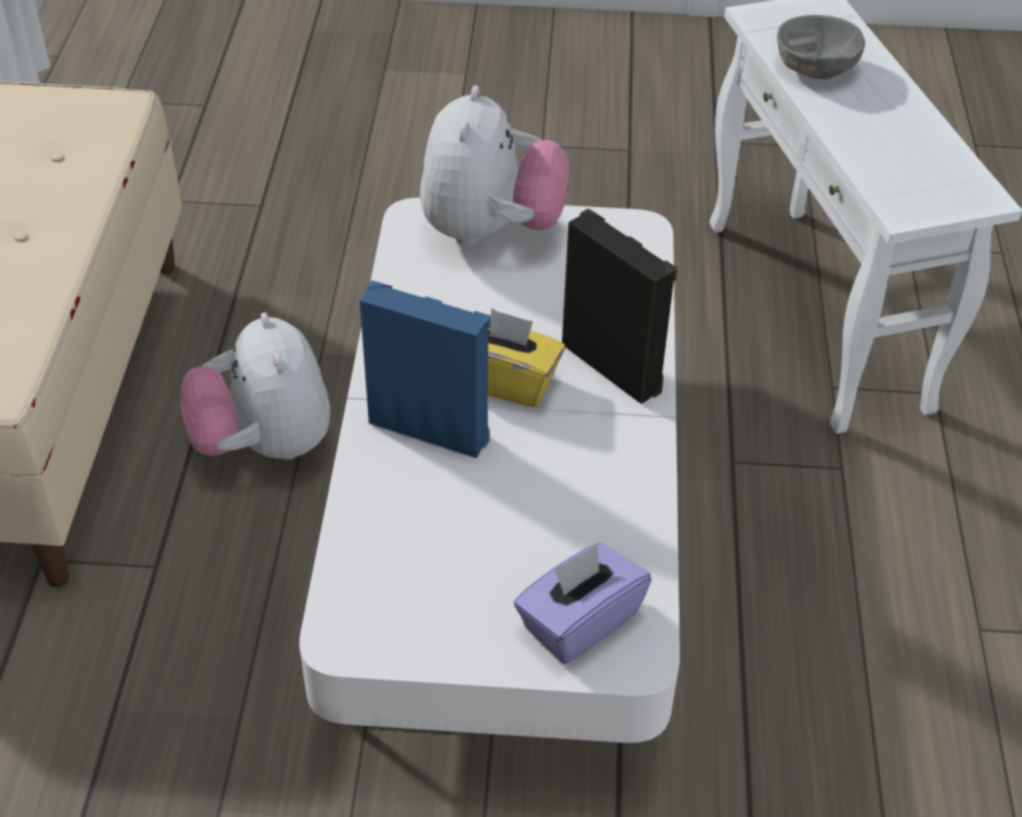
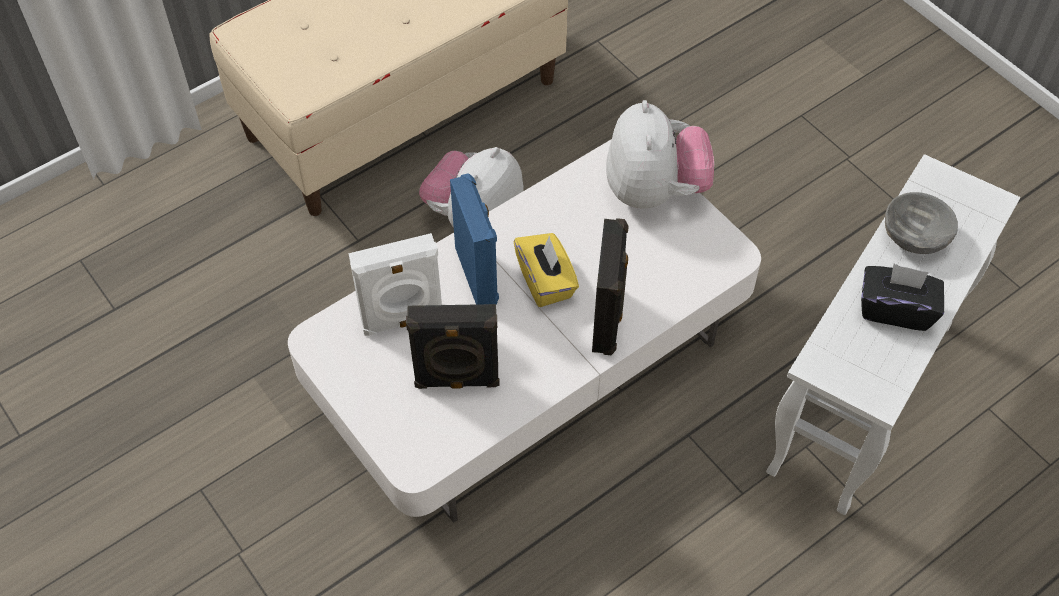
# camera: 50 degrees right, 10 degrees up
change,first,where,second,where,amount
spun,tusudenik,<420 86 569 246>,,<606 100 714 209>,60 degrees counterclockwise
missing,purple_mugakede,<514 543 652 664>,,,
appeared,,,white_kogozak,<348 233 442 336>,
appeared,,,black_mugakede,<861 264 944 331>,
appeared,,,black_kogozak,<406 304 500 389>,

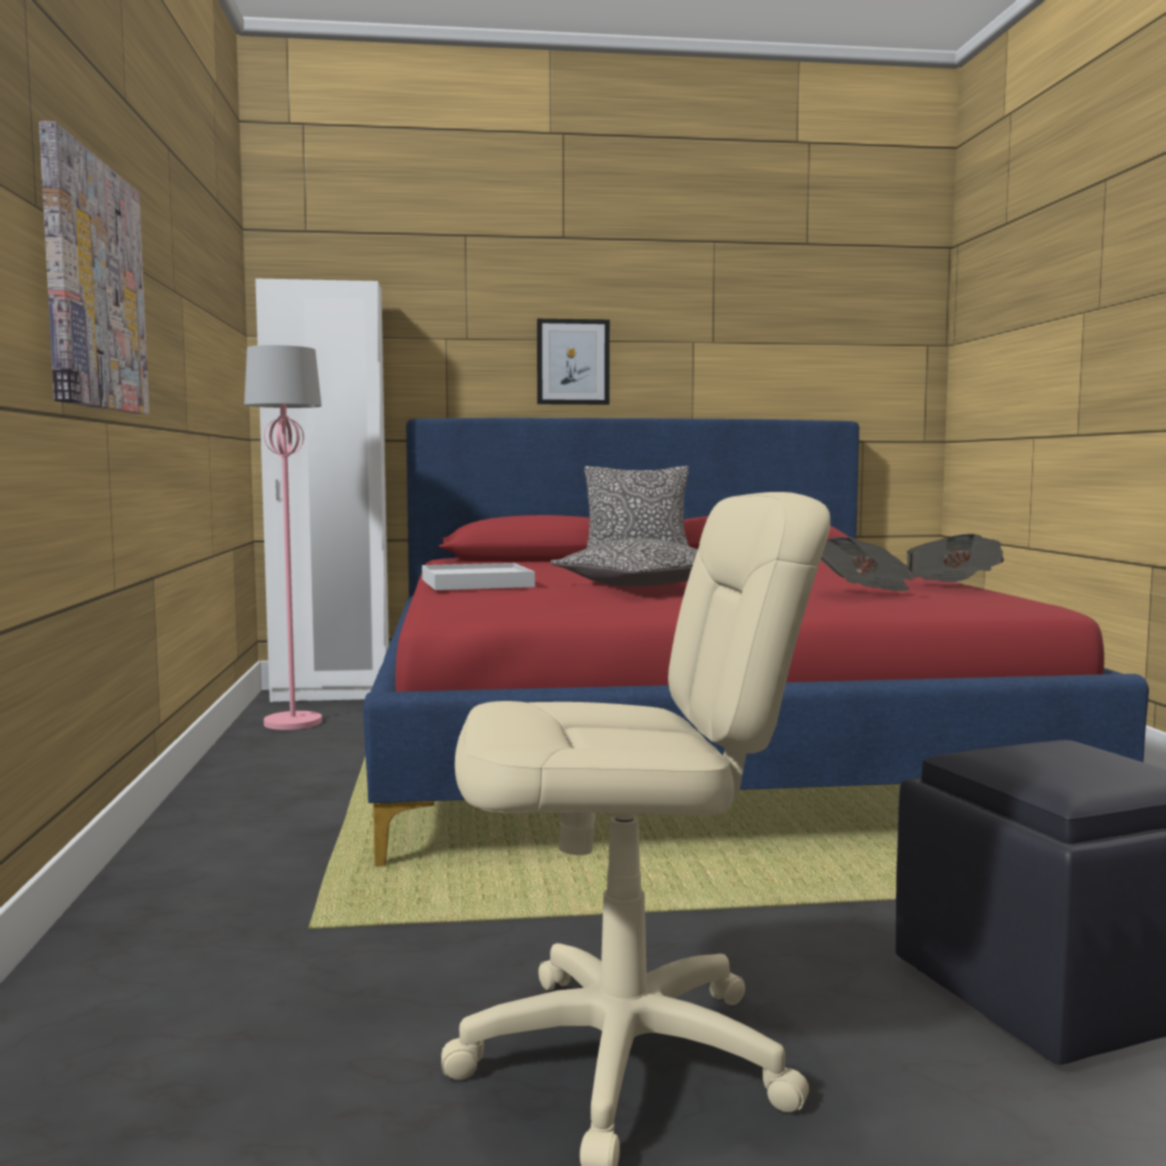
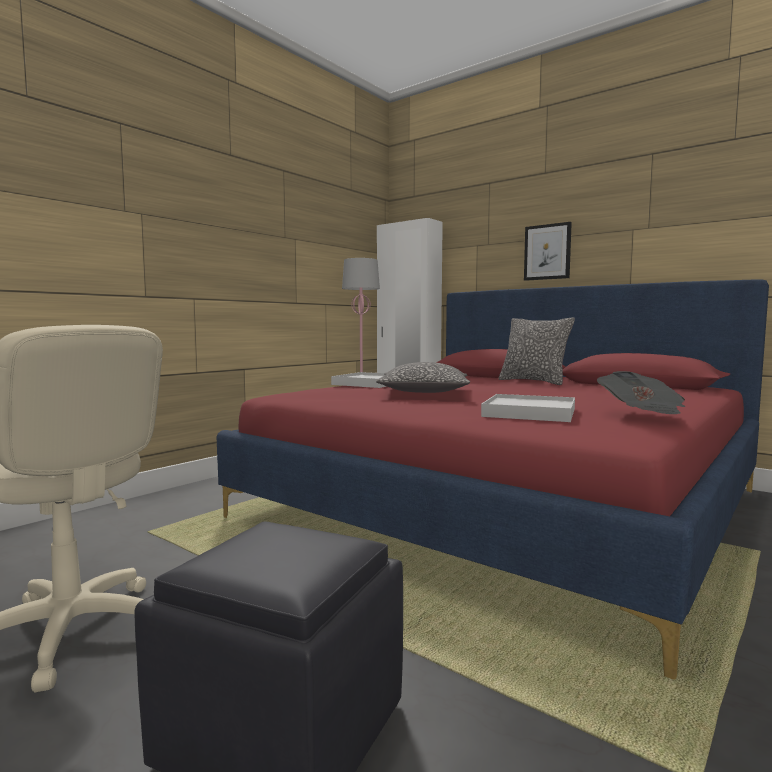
# camera: 45 degrees right, 0 degrees up
change,first,where,second,where,amount
missing,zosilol,<39 121 149 414>,,,
exchanged,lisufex,<821 537 914 591>,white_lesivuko,<481 394 575 422>,

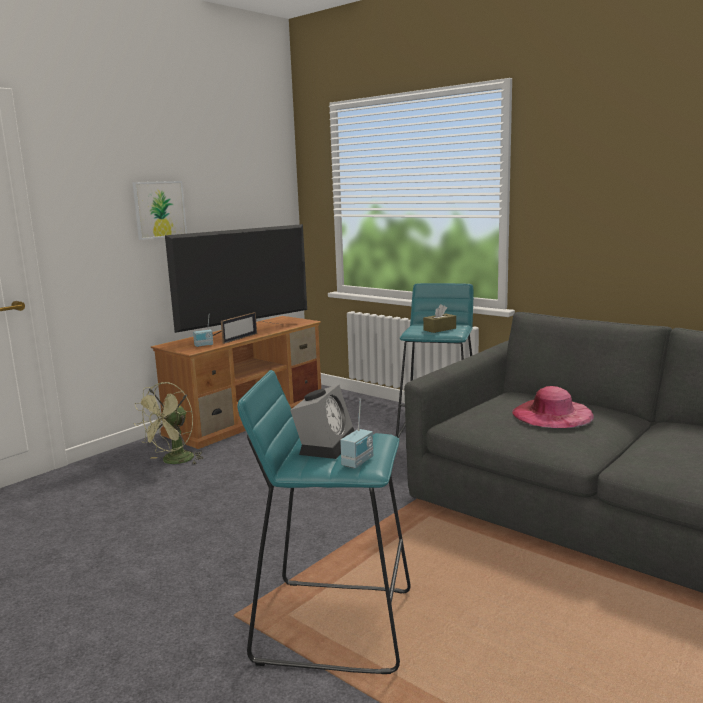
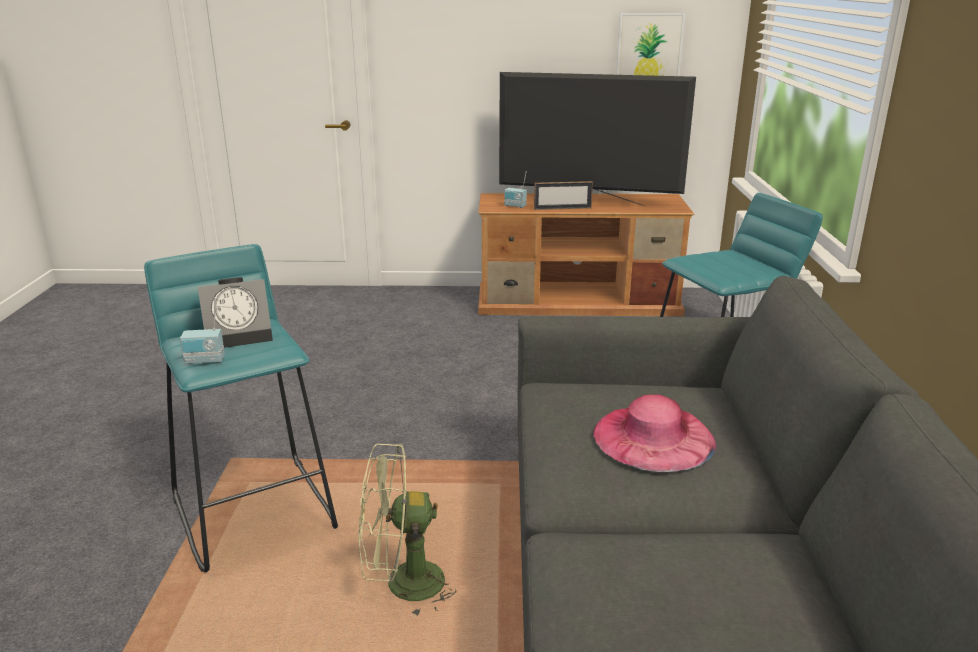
# camera: 50 degrees right, 10 degrees up
change,first,where,second,where,amount
relocated,zosilol,<132 181 187 240>,,<616 13 686 76>,
missing,brown_mugakede,<423 304 456 333>,,,
relocated,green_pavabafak,<134 382 203 464>,,<359 444 456 618>,

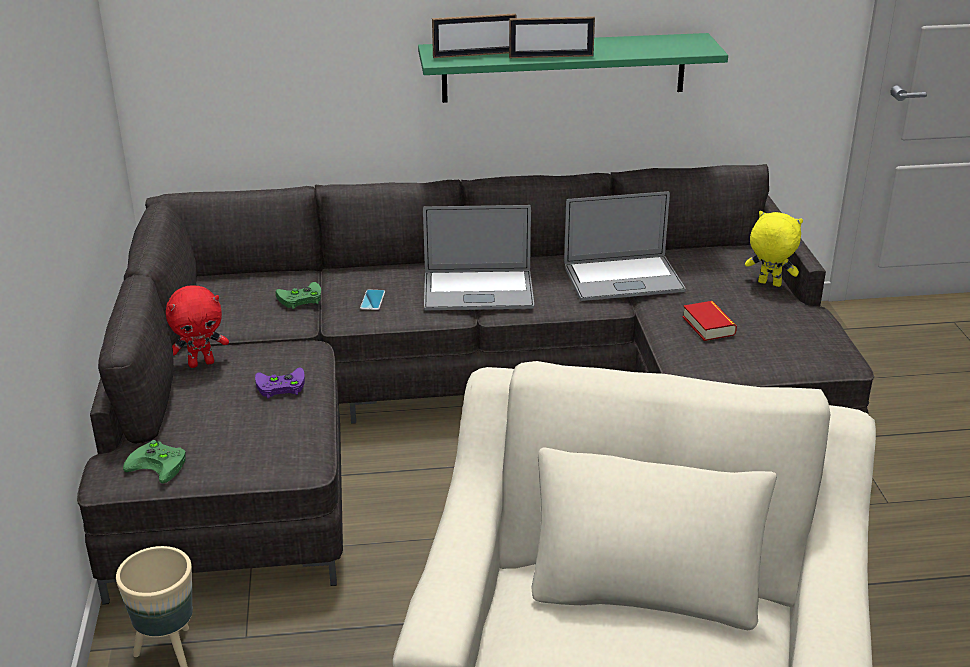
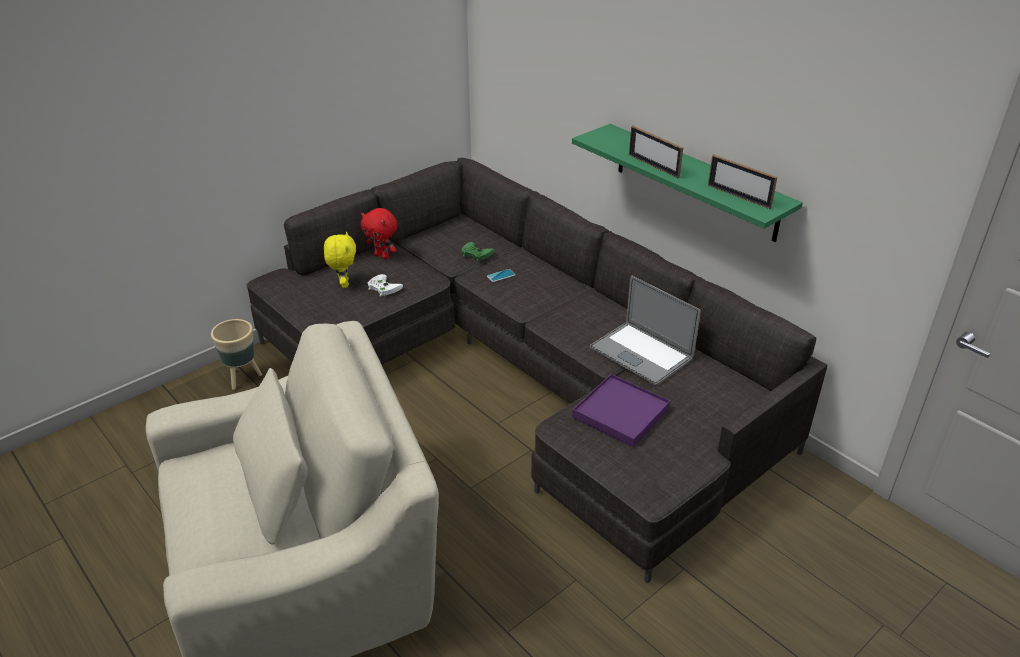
# camera: 55 degrees right, 5 degrees up
change,first,where,second,where,amount
relocated,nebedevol,<432 13 516 58>,,<708 155 777 209>,
missing,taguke,<423 205 534 310>,,,
relocated,yellow_tusudenik,<745 211 803 287>,,<324 231 356 288>,
exchanged,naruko,<683 301 737 341>,purple_lesivuko,<572 374 670 447>,
colour,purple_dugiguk,<255 367 305 399>,white_dugiguk,<368 274 403 296>,
missing,green_dugiguk,<123 440 186 484>,,,

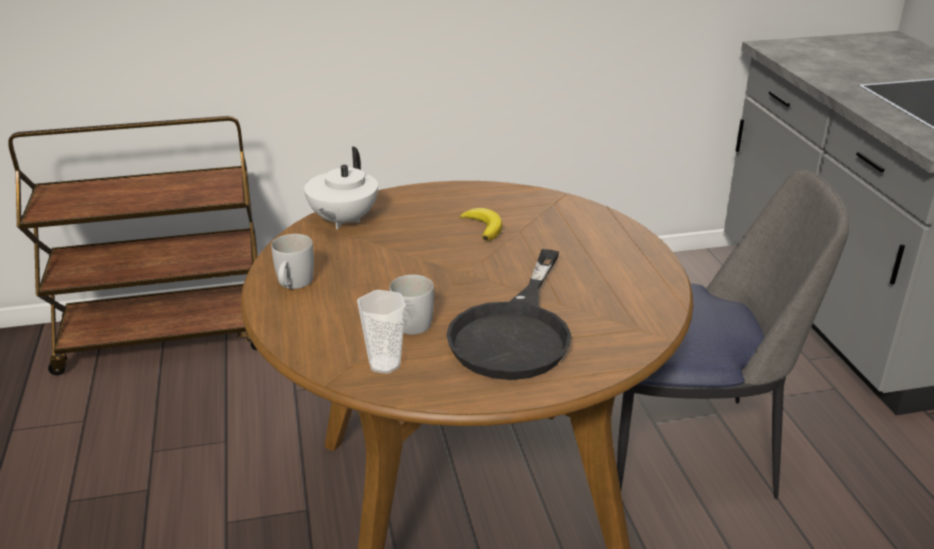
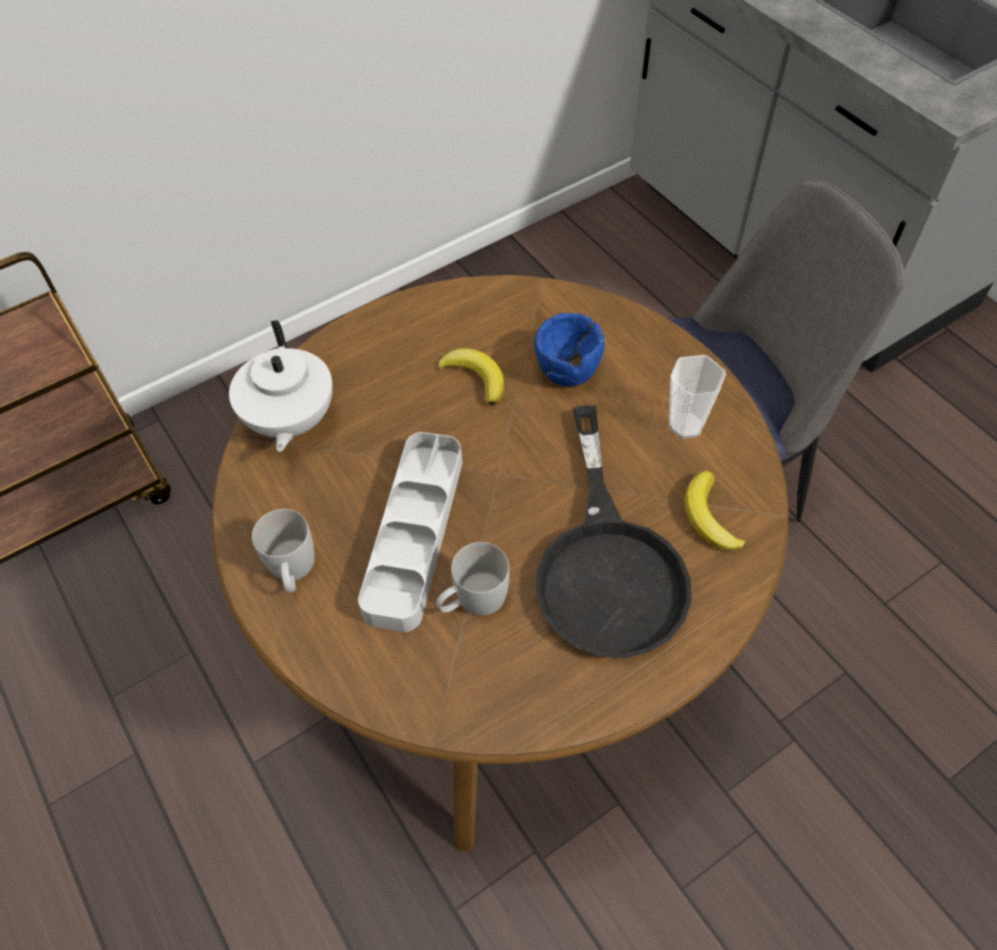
# camera: 20 degrees left, 25 degrees up
change,first,where,second,where,amount
relocated,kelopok,<357 290 406 374>,,<669 355 726 439>,
appeared,,,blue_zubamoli,<534 313 604 386>,
appeared,,,grey_lesivuko,<358 432 462 632>,
appeared,,,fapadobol,<684 471 747 551>,

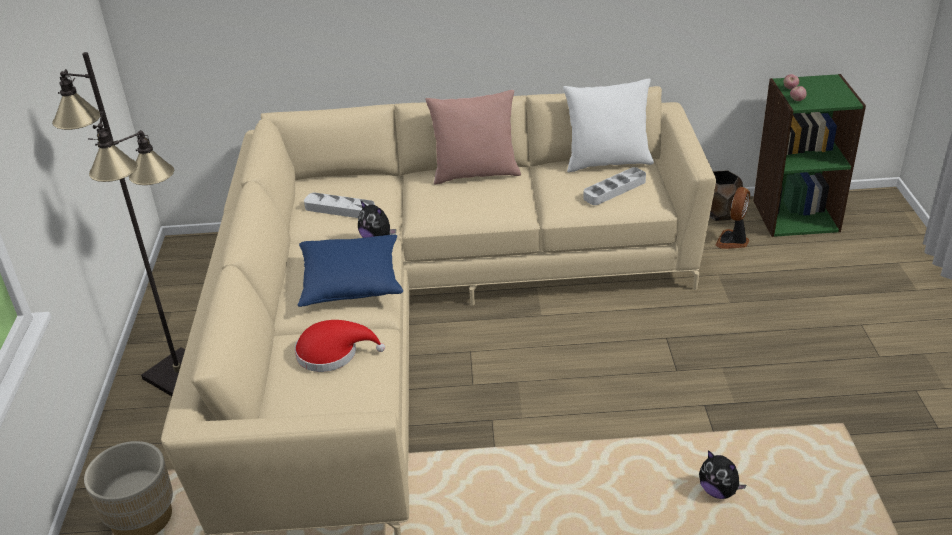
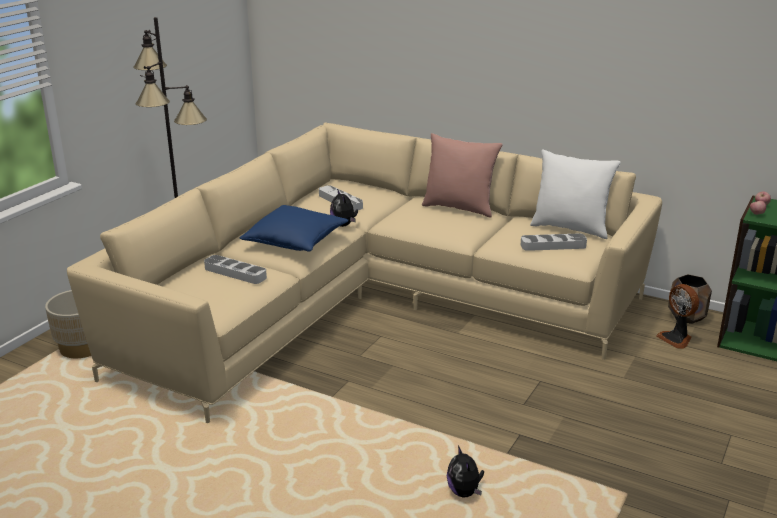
# camera: 30 degrees right, 10 degrees down
change,first,where,second,where,amount
spun,pavabafak,<715 187 750 249>,,<656 284 699 349>,90 degrees counterclockwise
exchanged,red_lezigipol,<295 320 385 372>,grey_lesivuko,<204 255 267 284>,

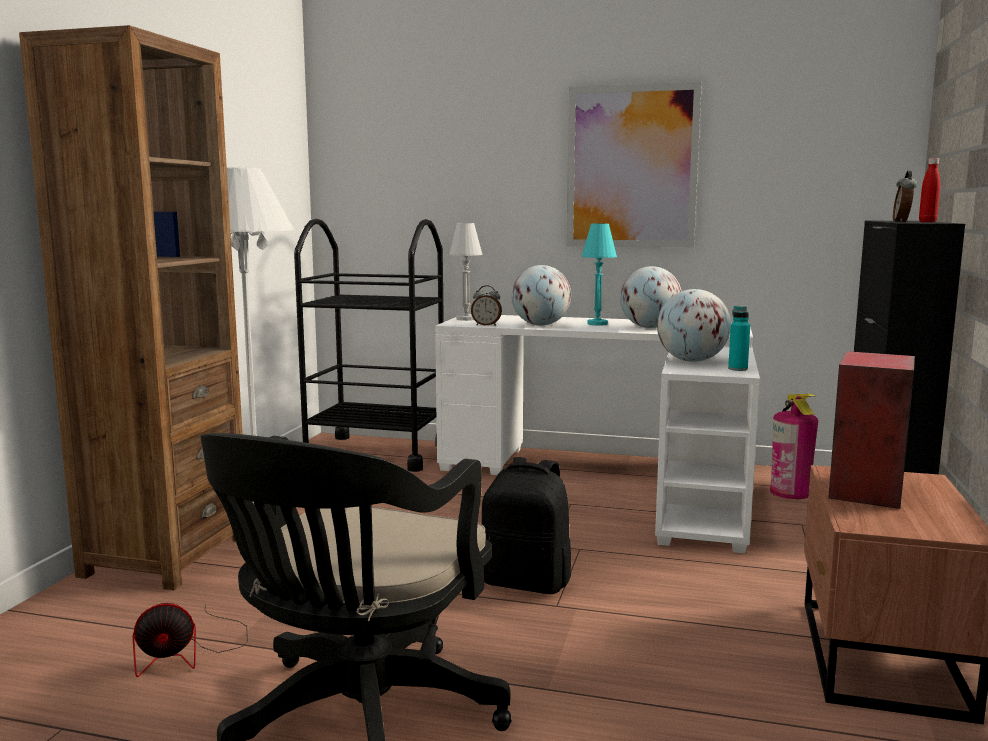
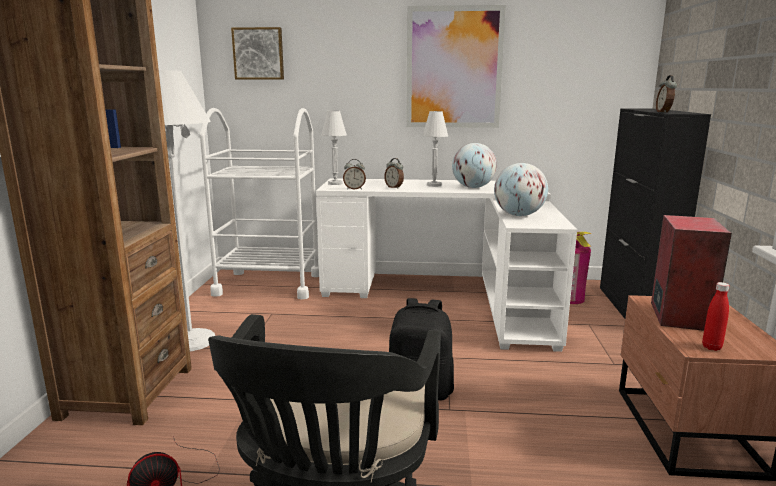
# camera: 10 degrees left, 5 degrees up
change,first,where,second,where,amount
relocated,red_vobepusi,<919 158 940 222>,,<702 282 730 351>,
colour,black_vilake,<294 219 444 472>,white_vilake,<200 108 319 299>,
colour,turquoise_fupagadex,<581 224 617 326>,white_fupagadex,<423 111 448 187>,
exchanged,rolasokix,<511 265 571 326>,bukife,<384 158 404 189>,
missing,turquoise_vobepusi,<728 306 750 371>,,,
appeared,,,zosilol,<231 27 284 80>,

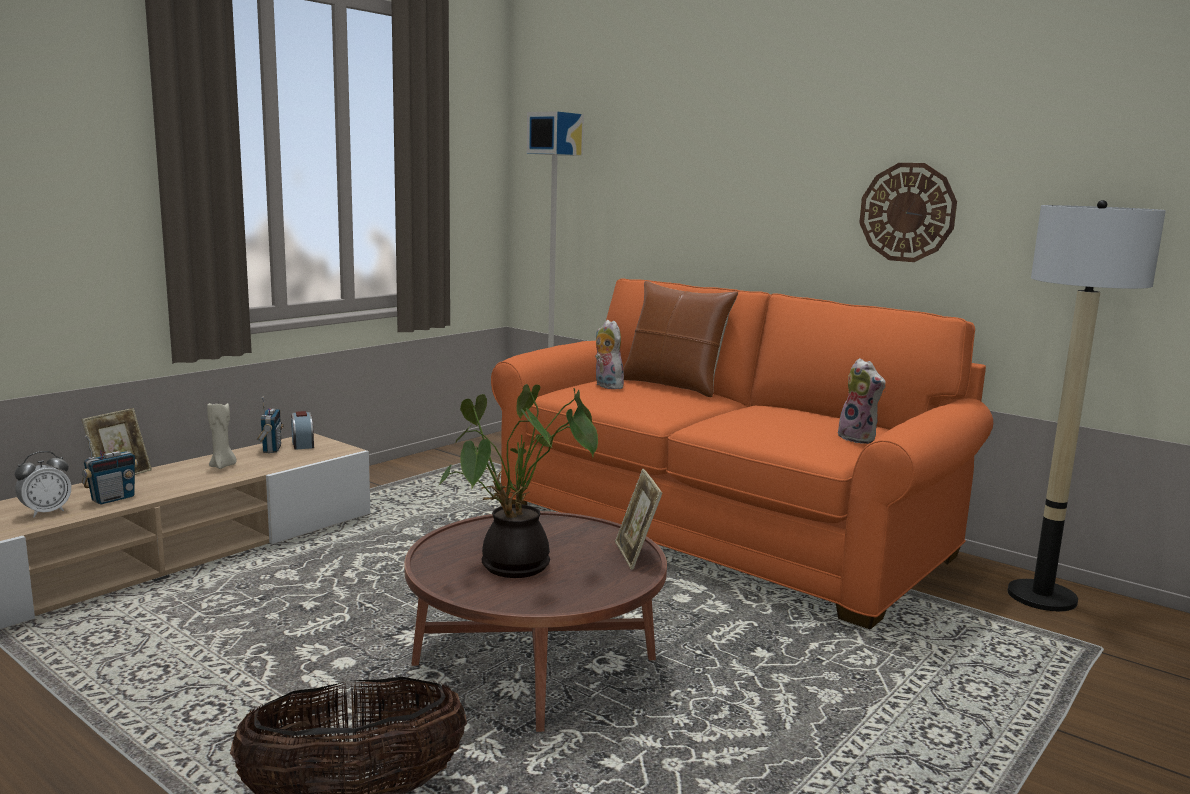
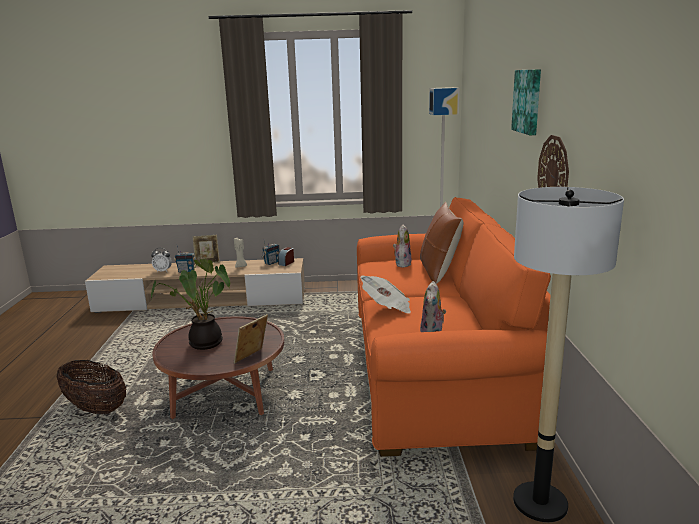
# camera: 50 degrees right, 5 degrees up
change,first,where,second,where,amount
appeared,,,zosilol,<511 69 541 135>,
appeared,,,lisufex,<360 276 411 314>,

